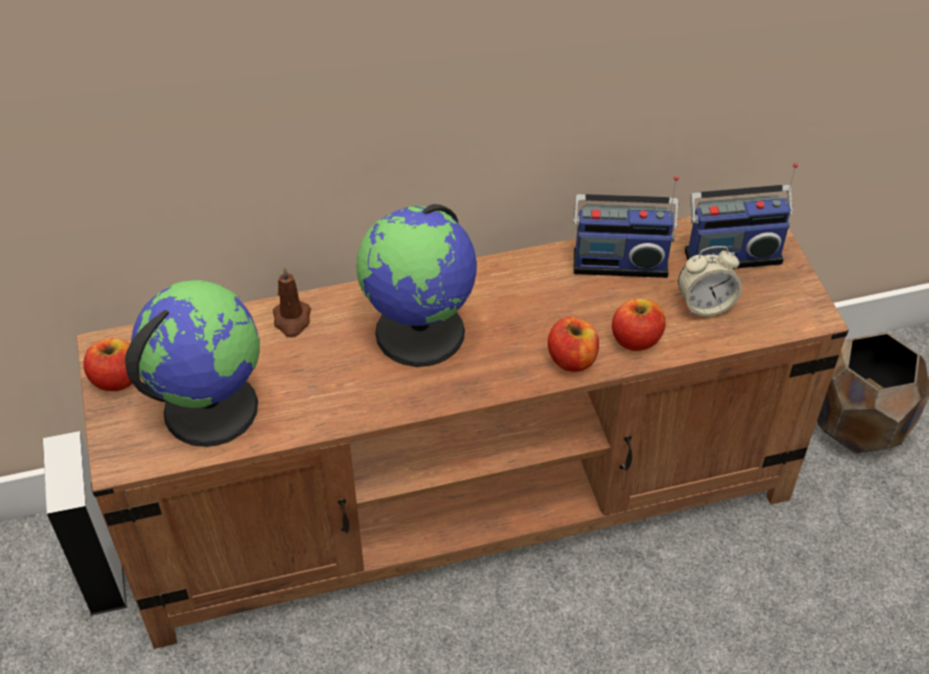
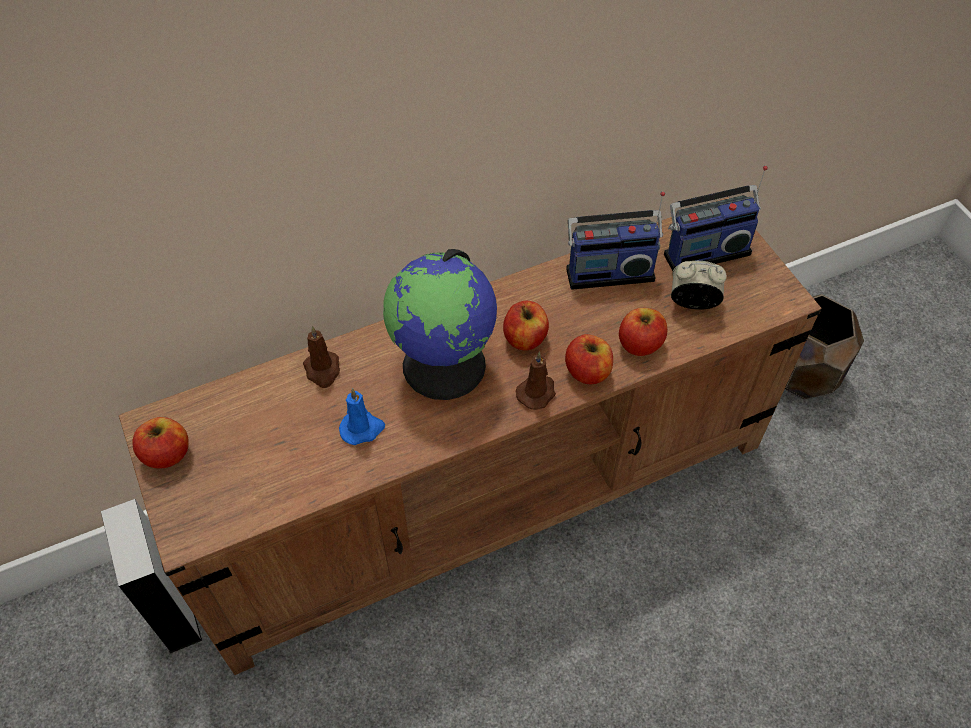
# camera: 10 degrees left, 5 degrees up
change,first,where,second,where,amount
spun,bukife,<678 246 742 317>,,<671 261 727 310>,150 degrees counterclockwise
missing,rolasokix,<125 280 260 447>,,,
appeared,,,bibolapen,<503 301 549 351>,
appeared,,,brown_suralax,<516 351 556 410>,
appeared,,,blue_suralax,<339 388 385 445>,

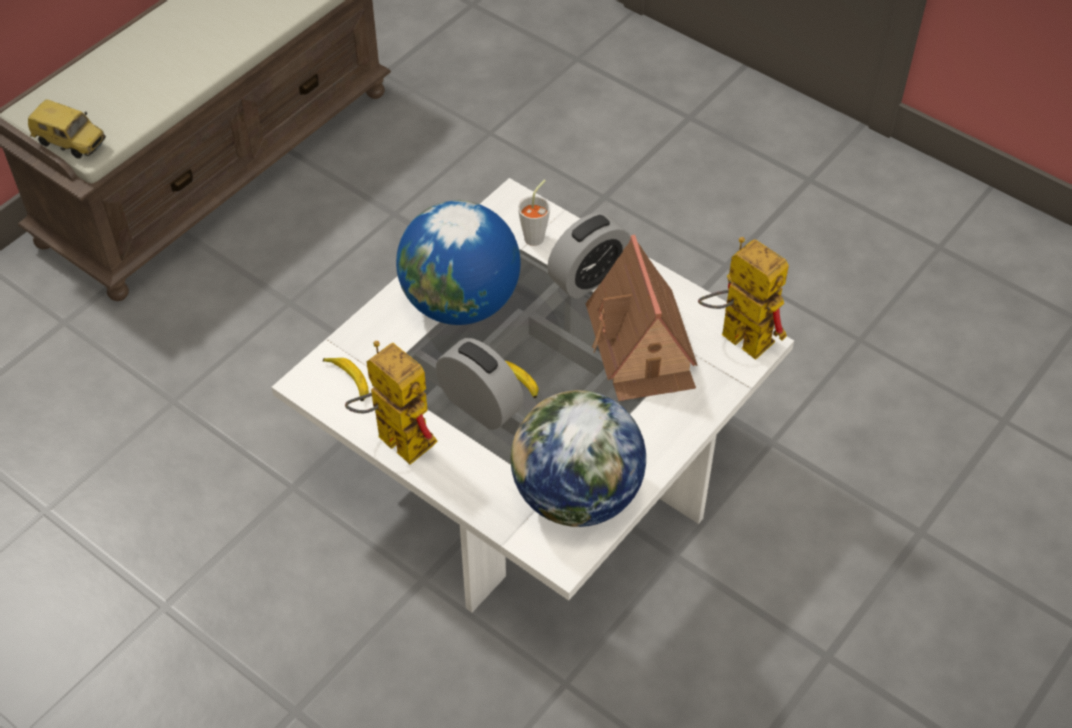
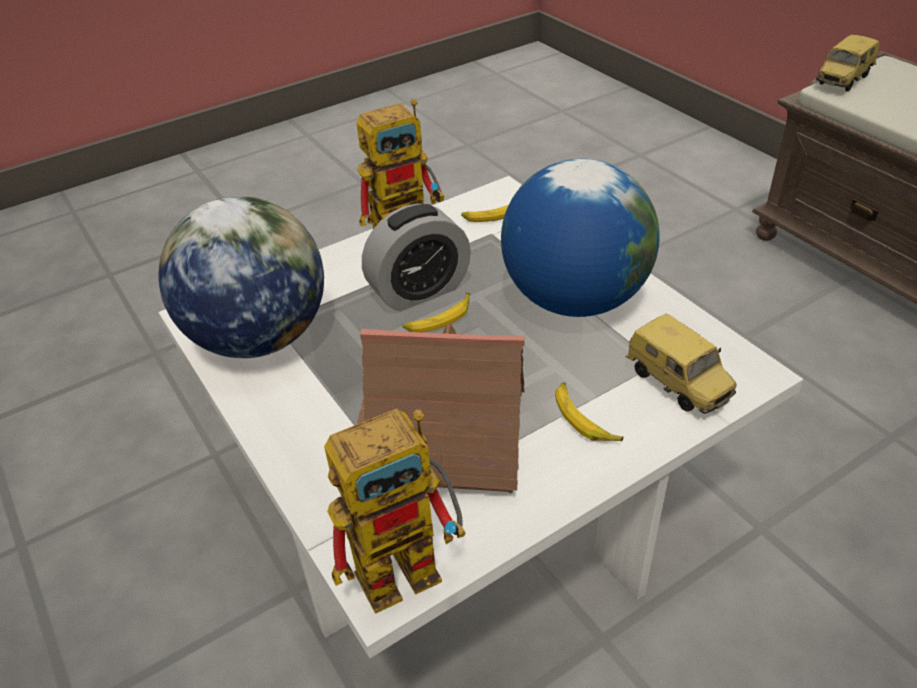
# camera: 110 degrees right, 10 degrees down
change,first,where,second,where,amount
exchanged,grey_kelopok,<518 180 550 246>,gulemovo,<626 314 736 414>,
exchanged,bukife,<547 212 631 299>,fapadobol,<555 382 624 441>,

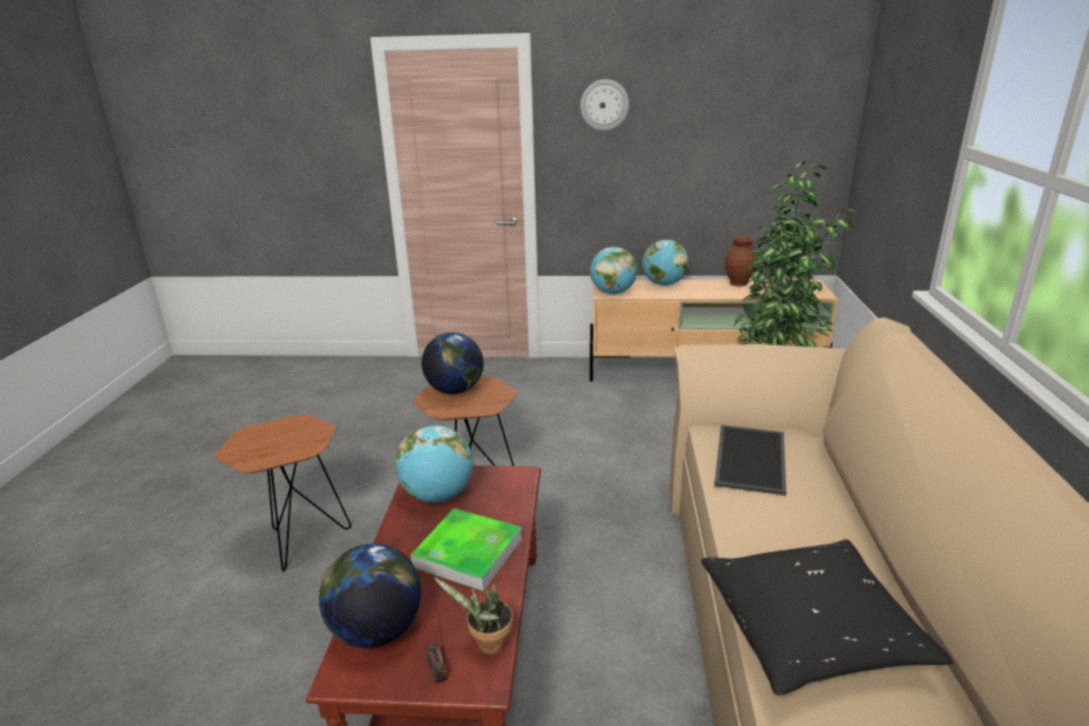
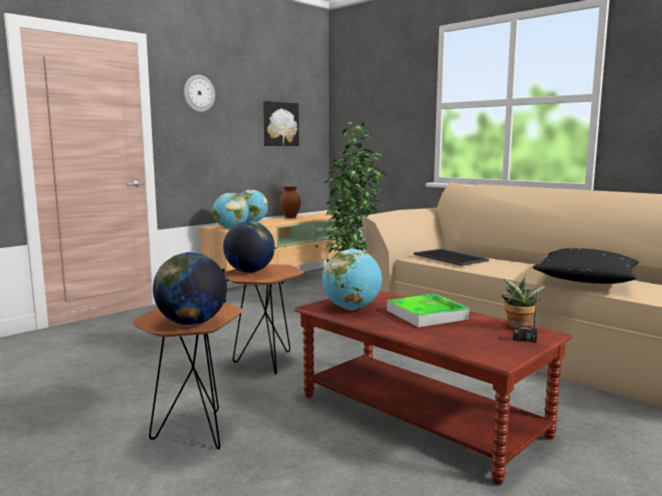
# camera: 50 degrees left, 15 degrees down
change,first,where,second,where,amount
relocated,rolasokix,<319 543 421 648>,,<153 252 227 326>,
appeared,,,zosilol,<263 101 299 146>,

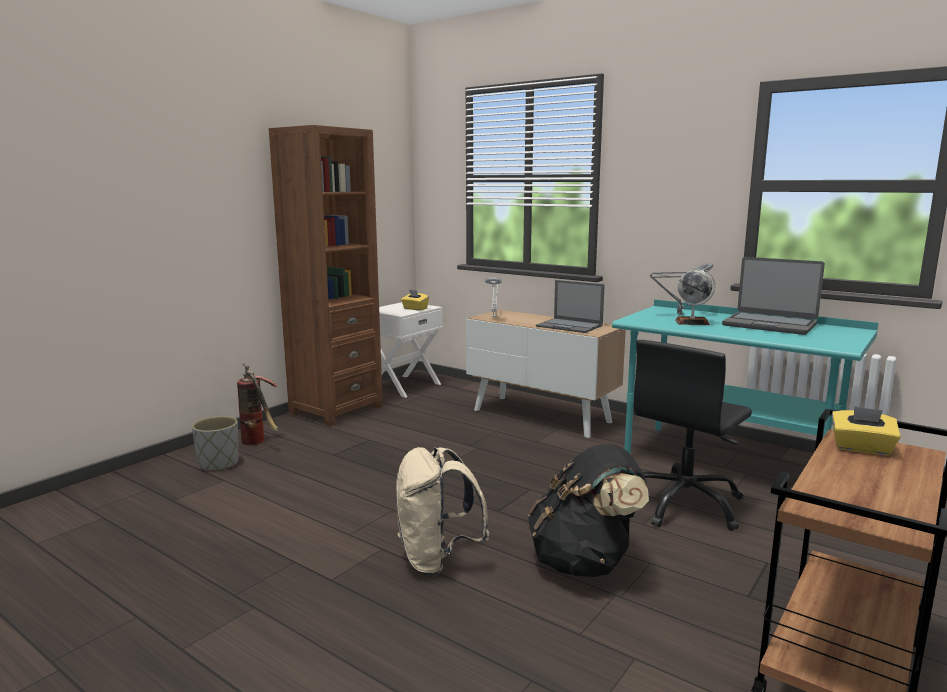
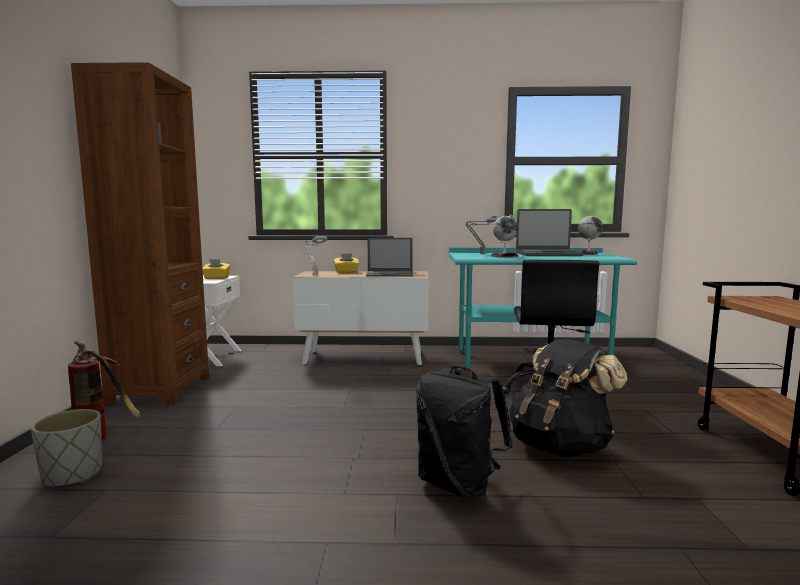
# camera: 35 degrees left, 5 degrees down
change,first,where,second,where,amount
relocated,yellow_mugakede,<832 406 901 455>,,<334 254 359 273>,
colour,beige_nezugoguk,<396 447 490 576>,black_nezugoguk,<416 366 513 500>,
appeared,,,rolasokix,<578 215 603 255>,

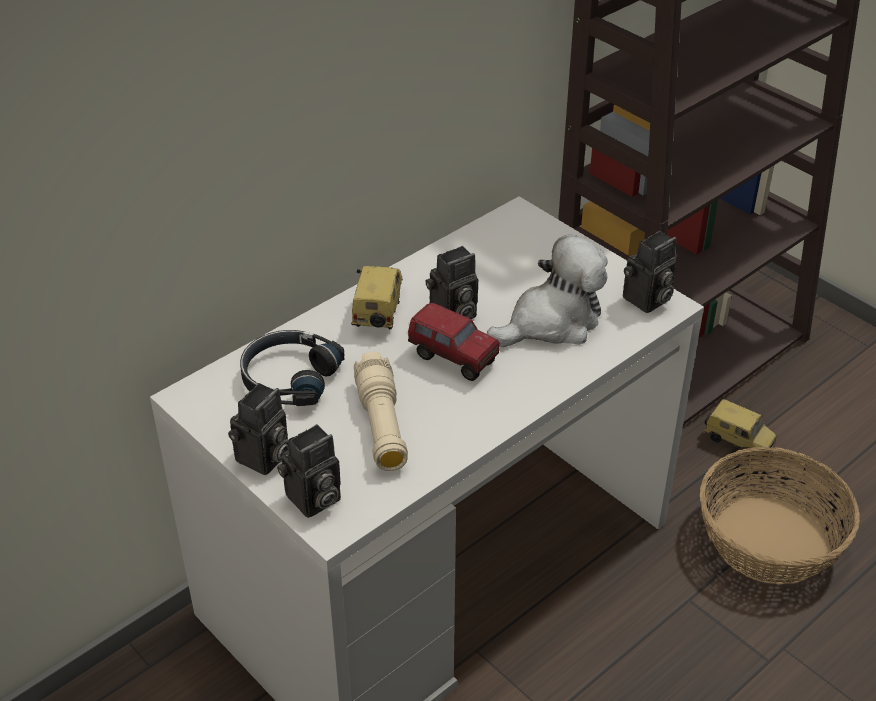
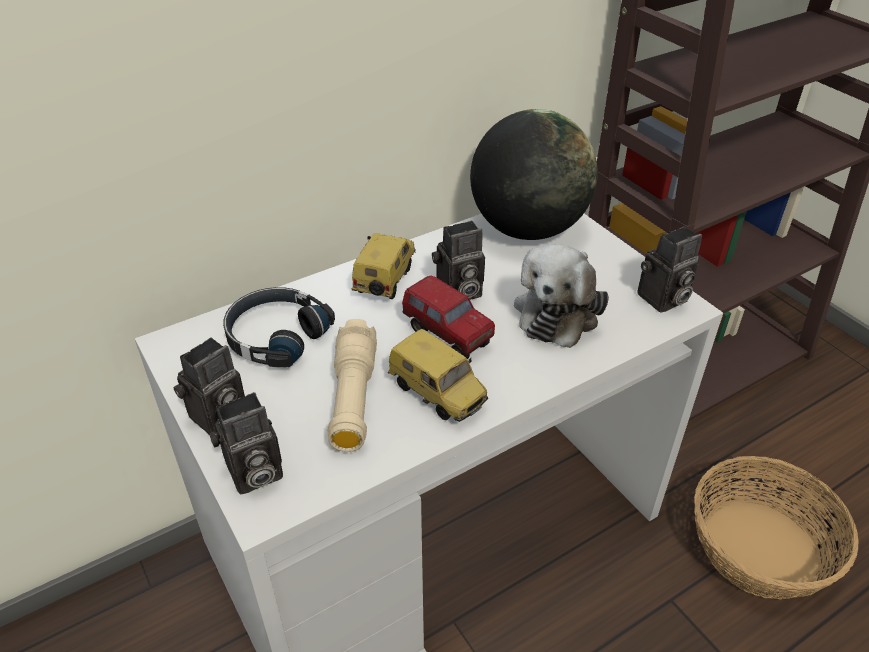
# camera: 10 degrees right, 0 degrees up
change,first,where,second,where,amount
spun,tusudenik,<487 234 608 347>,,<514 244 609 348>,135 degrees clockwise
relocated,gulemovo,<704 399 776 457>,,<388 329 488 422>,
appeared,,,rolasokix,<470 109 598 240>,

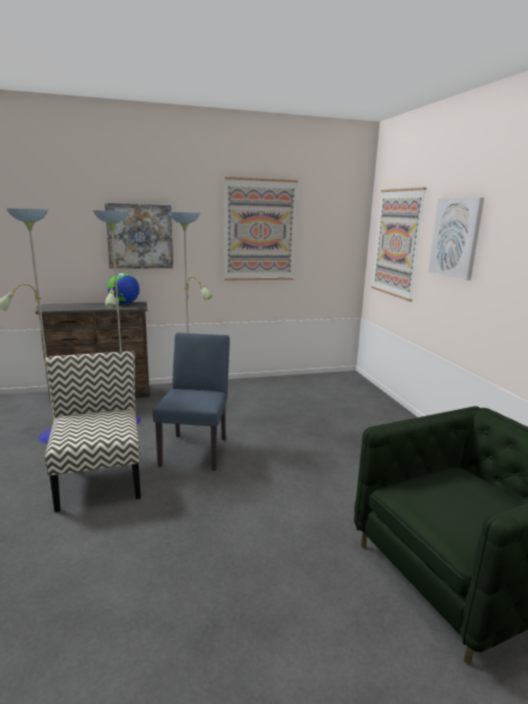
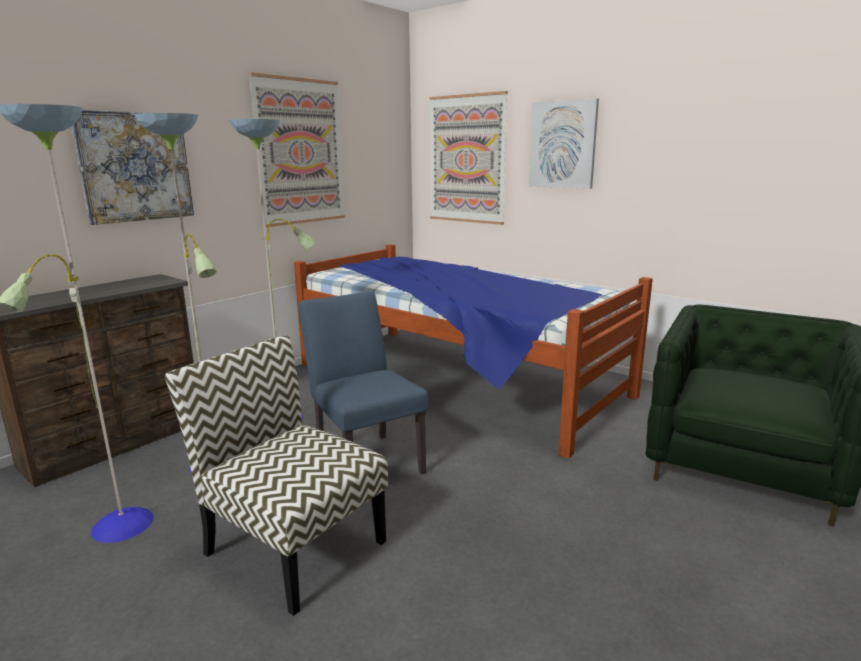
# camera: 35 degrees left, 0 degrees up
change,first,where,second,where,amount
missing,rolasokix,<108 273 140 304>,,,
appeared,,,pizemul,<294 244 653 459>,

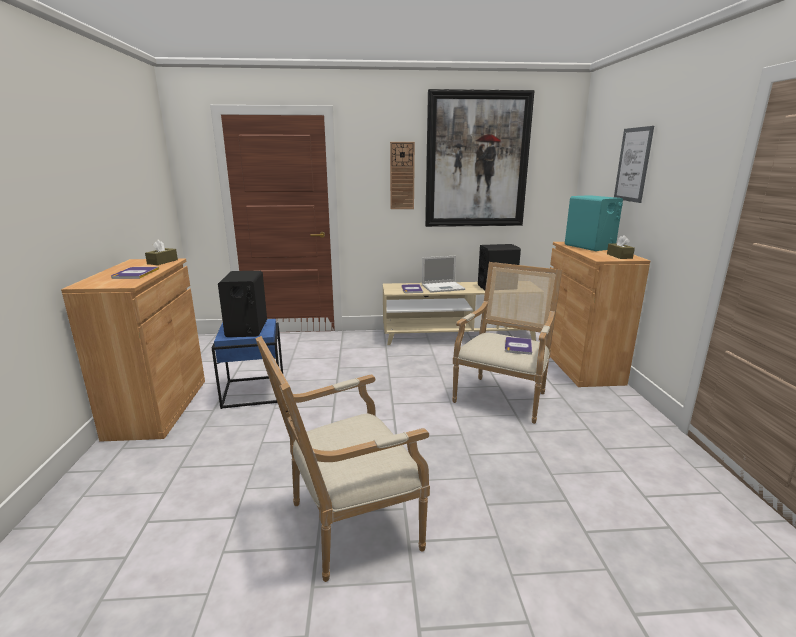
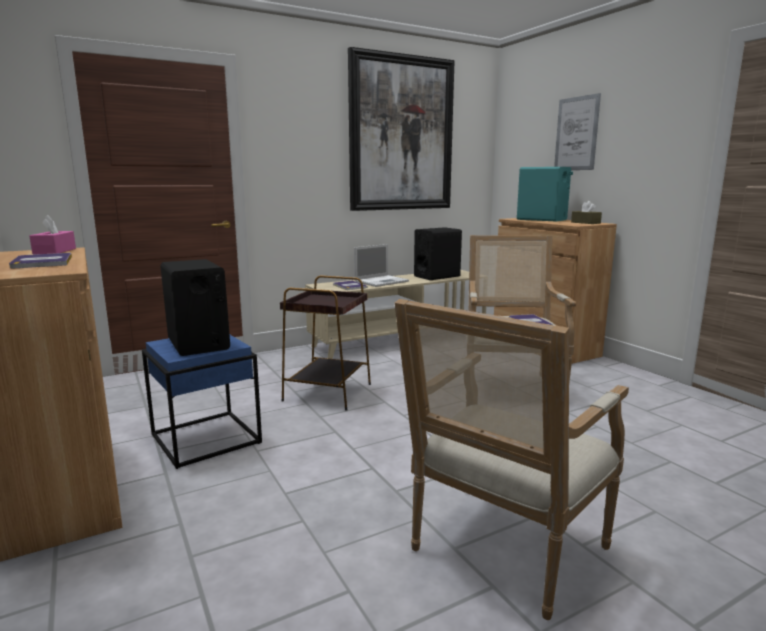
# camera: 25 degrees left, 5 degrees down
change,first,where,second,where,amount
missing,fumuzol,<390 142 415 209>,,,
colour,brown_mugakede,<145 240 178 265>,pink_mugakede,<30 215 76 254>,
appeared,,,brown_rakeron,<280 275 371 410>,

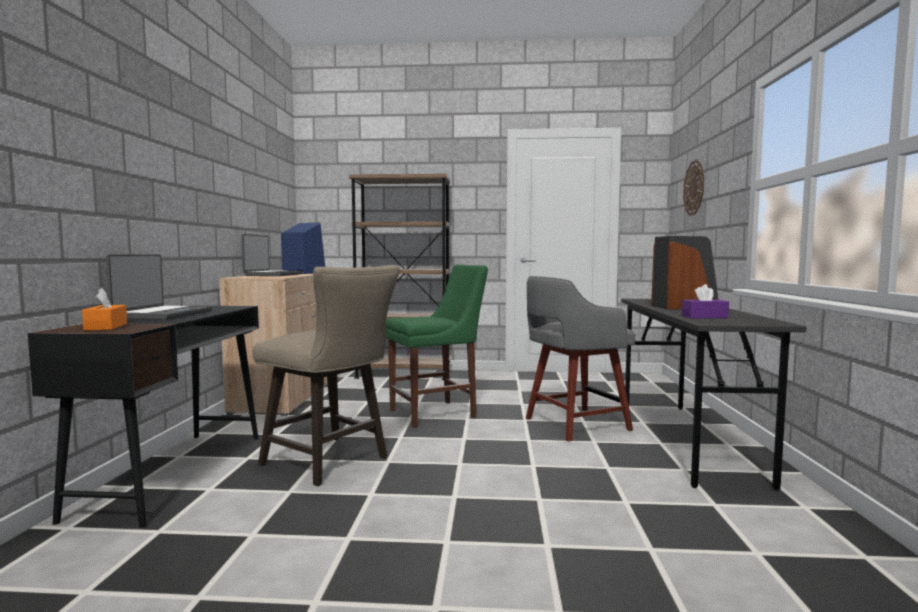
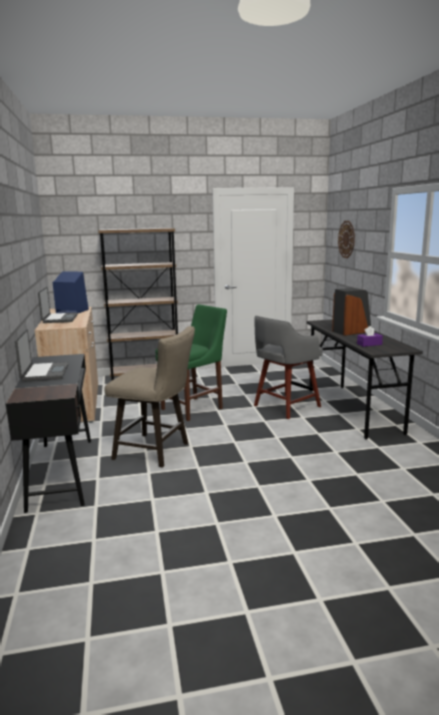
# camera: 15 degrees left, 10 degrees up
change,first,where,second,where,amount
missing,orange_mugakede,<82 288 127 331>,,,

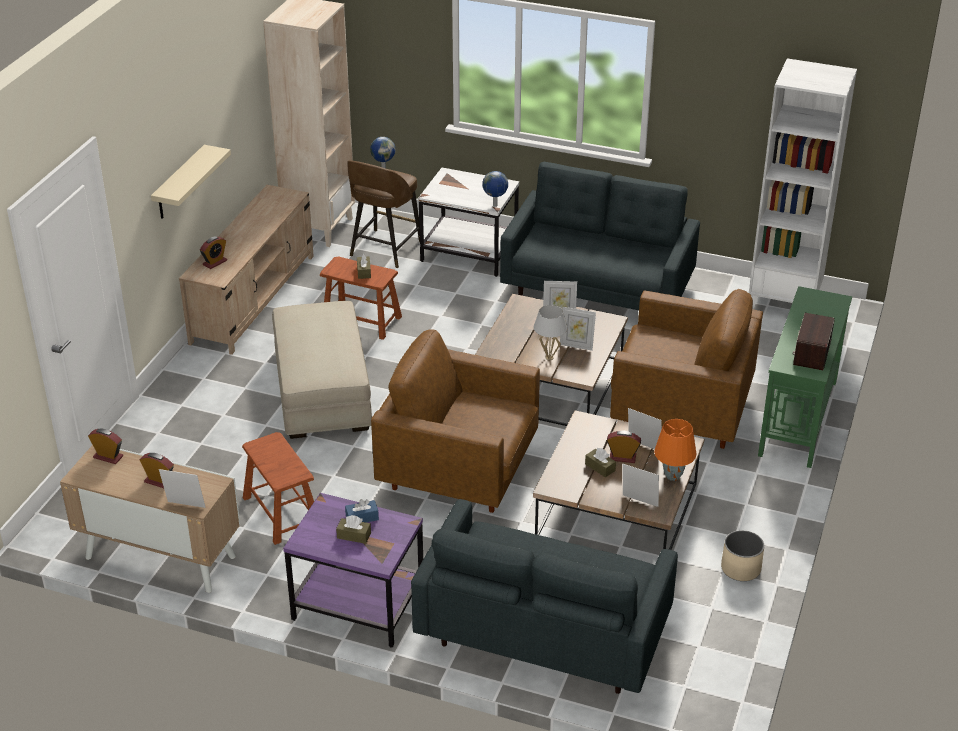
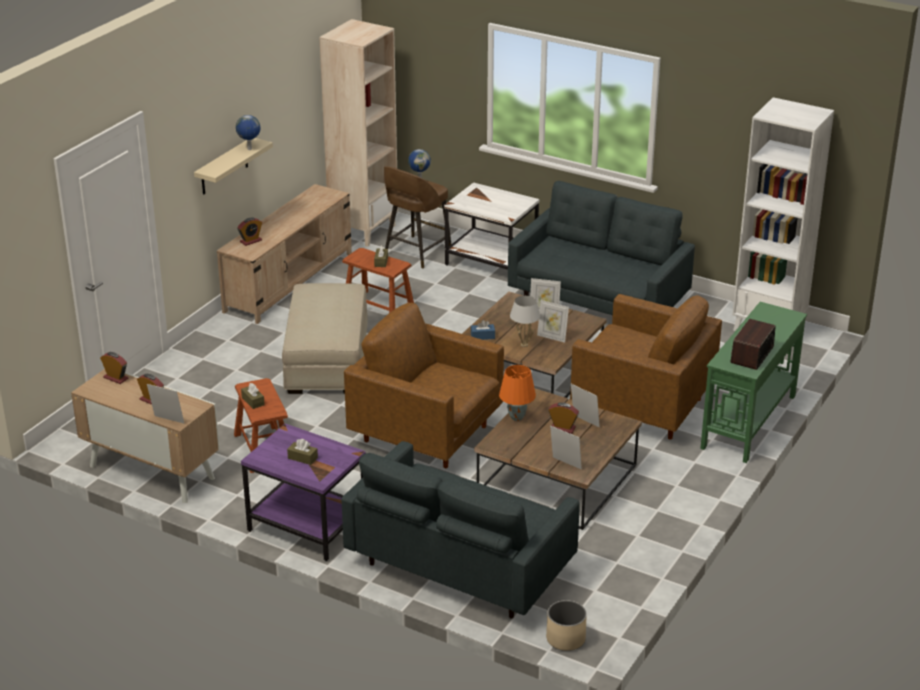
# camera: 10 degrees right, 5 degrees down
change,first,where,second,where,amount
relocated,rolasokix,<482 171 508 207>,,<236 115 260 150>,
relocated,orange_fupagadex,<654 419 696 481>,,<499 365 536 421>,
relocated,brown_mugakede,<585 448 616 477>,,<241 383 265 409>,
relocated,blue_mugakede,<345 499 379 522>,,<471 320 495 340>,
relocated,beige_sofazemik,<721 530 764 581>,,<546 600 587 651>,

